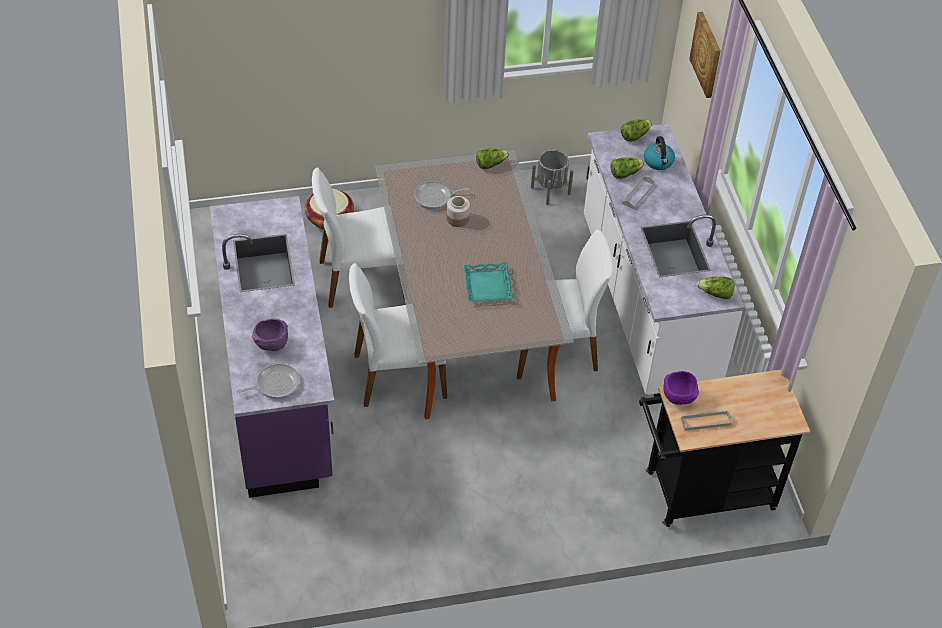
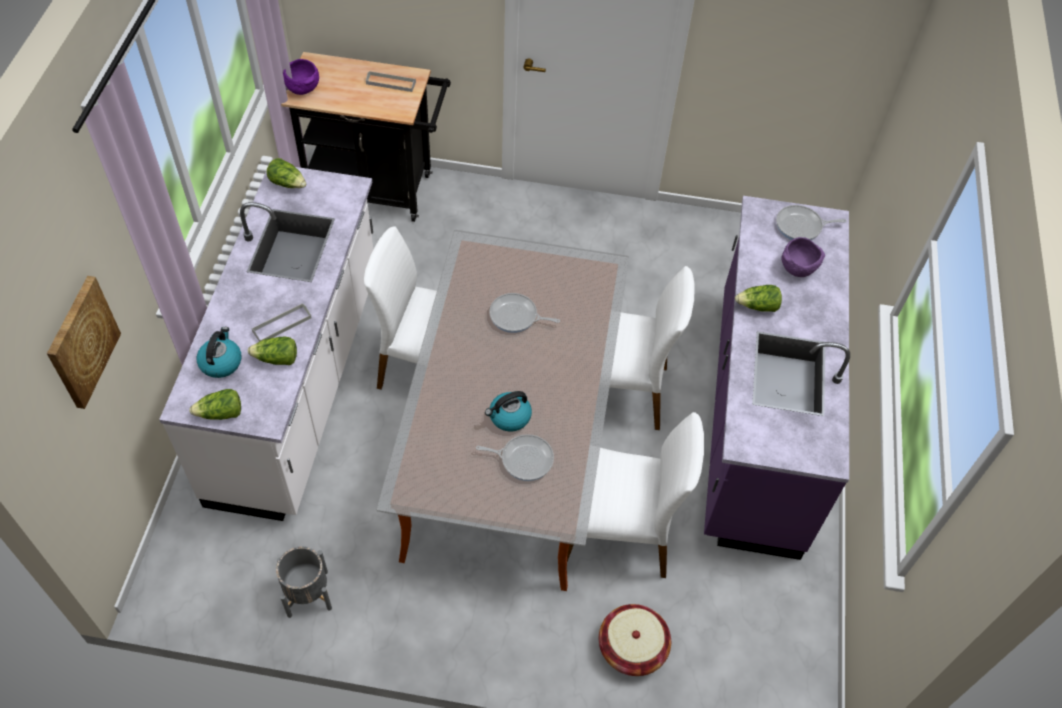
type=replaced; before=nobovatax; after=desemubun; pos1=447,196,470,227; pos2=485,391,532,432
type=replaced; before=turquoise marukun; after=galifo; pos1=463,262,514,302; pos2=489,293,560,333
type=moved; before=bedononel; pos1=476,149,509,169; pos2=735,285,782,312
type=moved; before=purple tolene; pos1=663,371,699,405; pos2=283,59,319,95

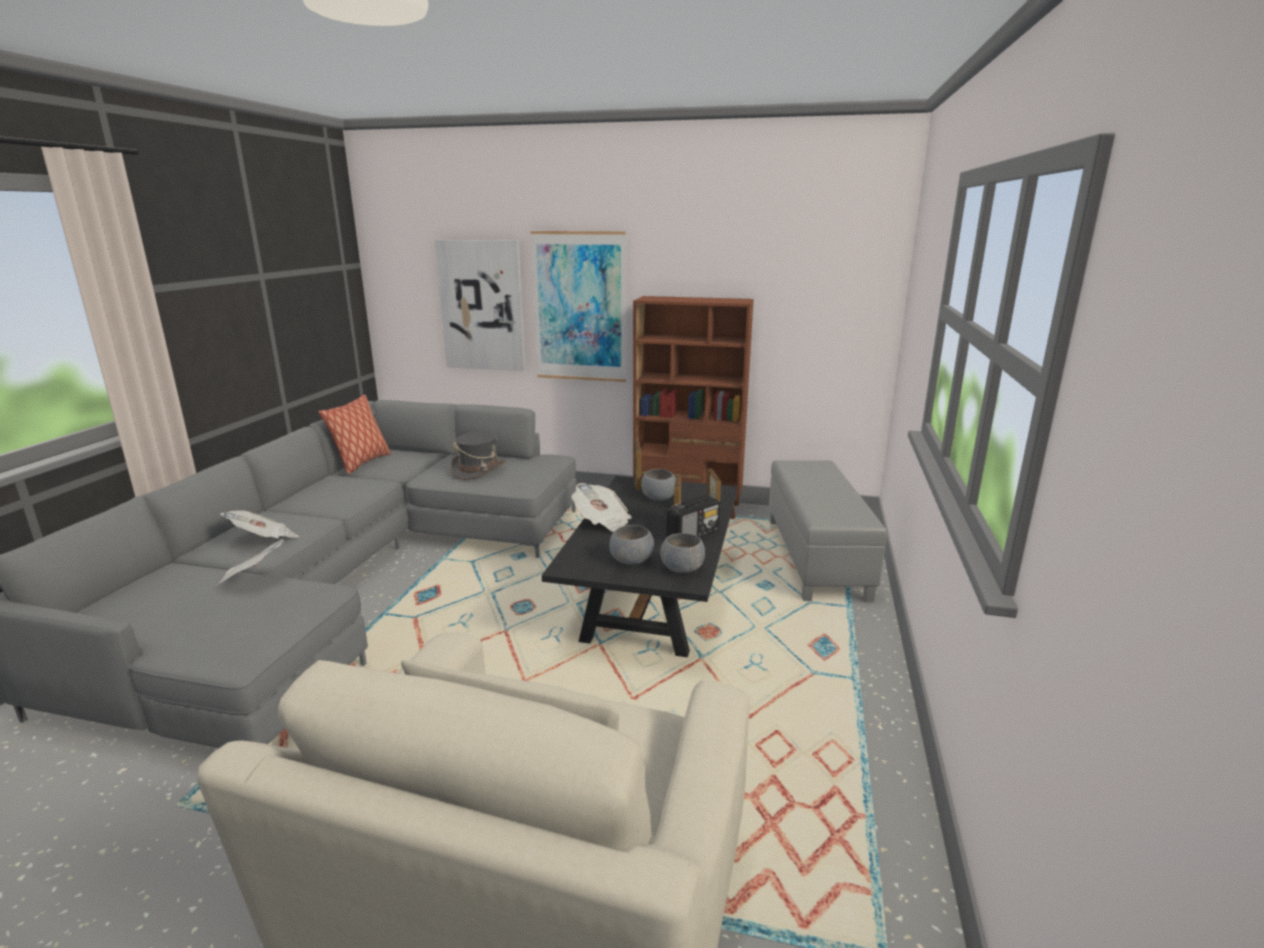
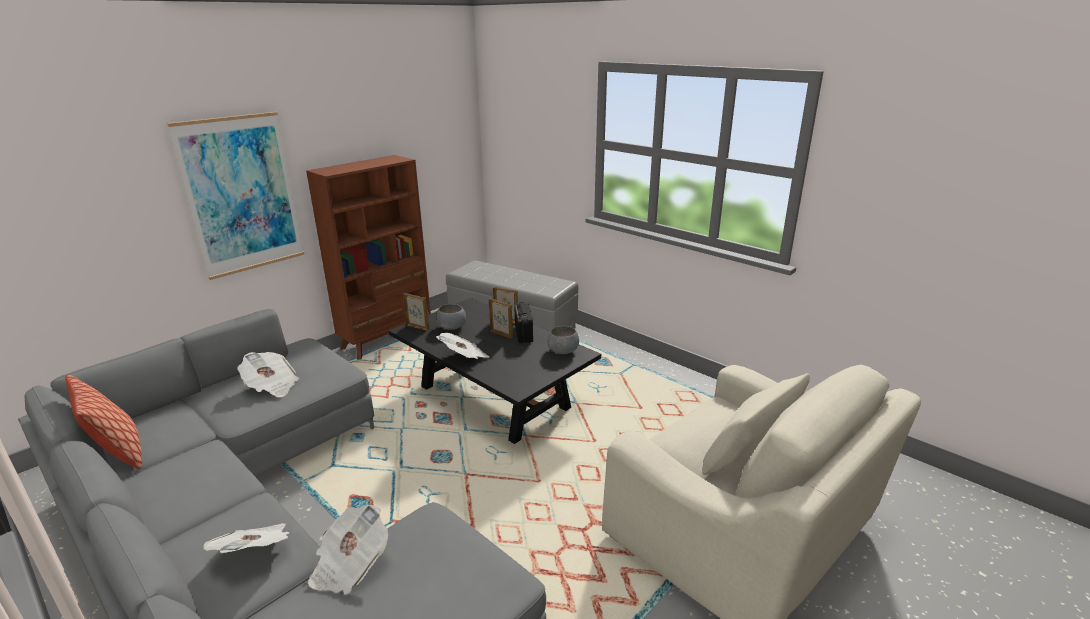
type=removed; before=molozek; pos1=435,240,526,371
type=replaced; before=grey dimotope; after=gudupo; pos1=451,431,505,480; pos2=237,352,299,397
type=removed; before=grey tolene; pos1=609,525,654,565

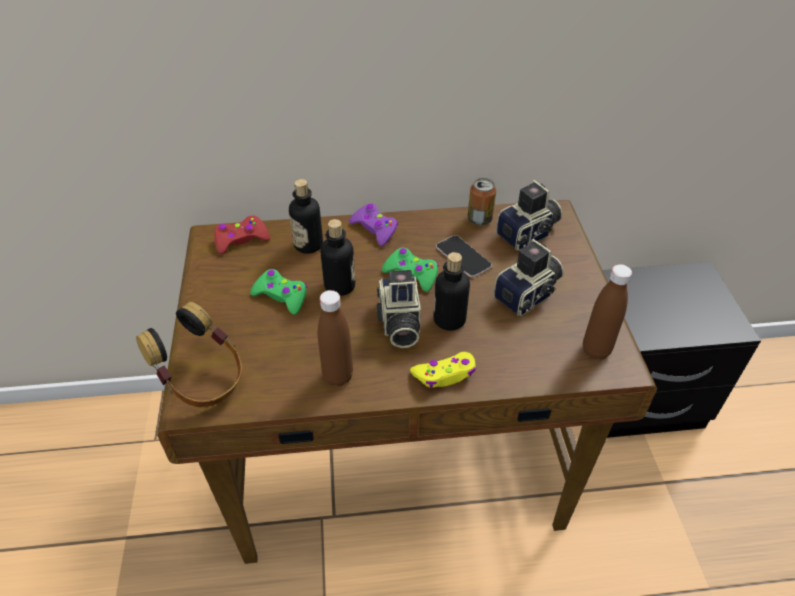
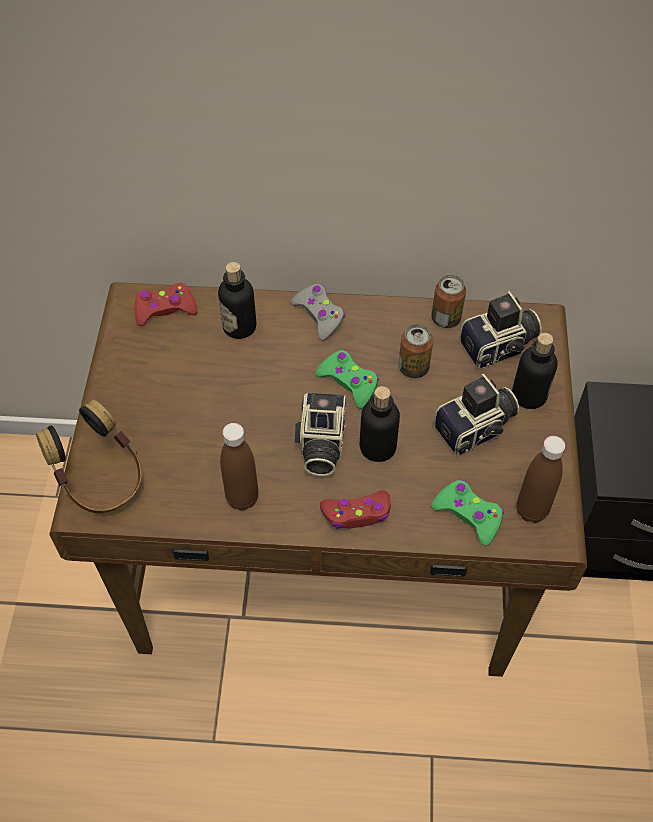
type=moved; before=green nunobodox; pos1=250,269,307,315; pos2=432,480,504,546
type=moved; before=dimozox; pos1=320,219,355,296; pos2=512,333,558,409
type=recoloured; before=purple nunobodox; after=grey nunobodox; pos1=349,204,398,246; pos2=291,284,345,341
type=recoloured; before=yellow nunobodox; after=red nunobodox; pos1=410,352,476,388; pos2=320,490,391,529
type=replaced; before=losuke; after=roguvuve; pos1=436,235,492,277; pos2=399,324,433,378

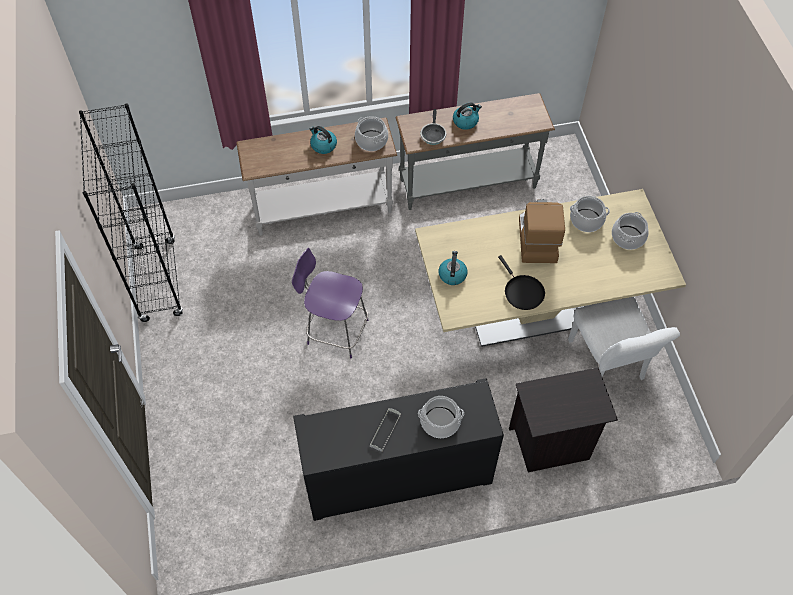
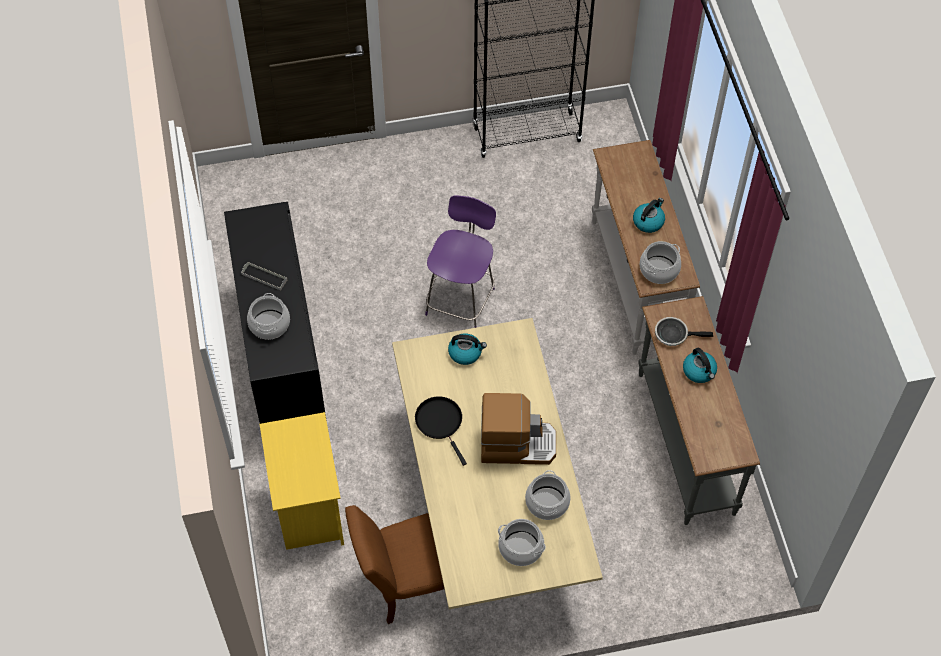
type=turned; before=black galifo; pos1=498,255,545,310; pos2=415,396,467,466; turn=90
type=recoloured; before=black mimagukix; after=yellow mimagukix; pos1=509,367,618,472; pos2=260,412,344,550
type=recoloured; before=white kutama; after=brown kutama; pos1=568,297,680,380; pos2=345,505,444,624

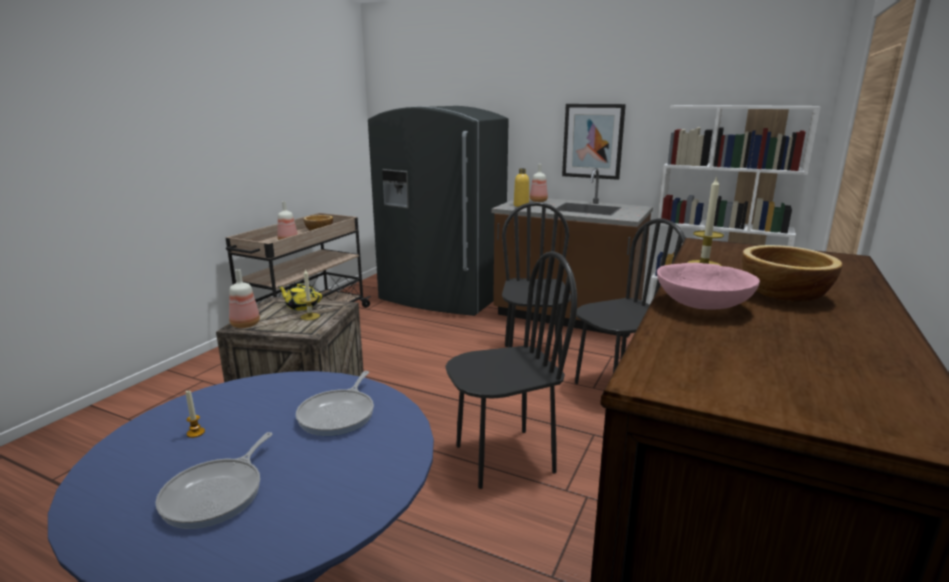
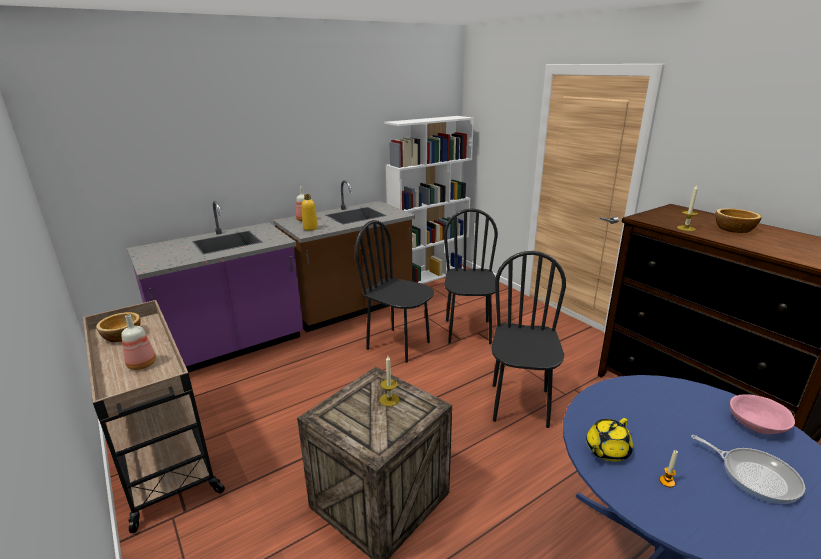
type=removed; before=dimozox; pos1=229,269,260,328
type=moved; before=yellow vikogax; pos1=277,283,322,311; pos2=586,418,633,462
type=removed; before=galifo; pos1=296,371,374,436
type=replaced; before=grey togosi; after=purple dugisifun; pos1=368,106,509,316; pos2=127,201,303,373
type=removed; before=molozek; pos1=562,104,626,180
type=moved; before=pink tolene; pos1=657,263,760,309; pos2=730,394,795,434

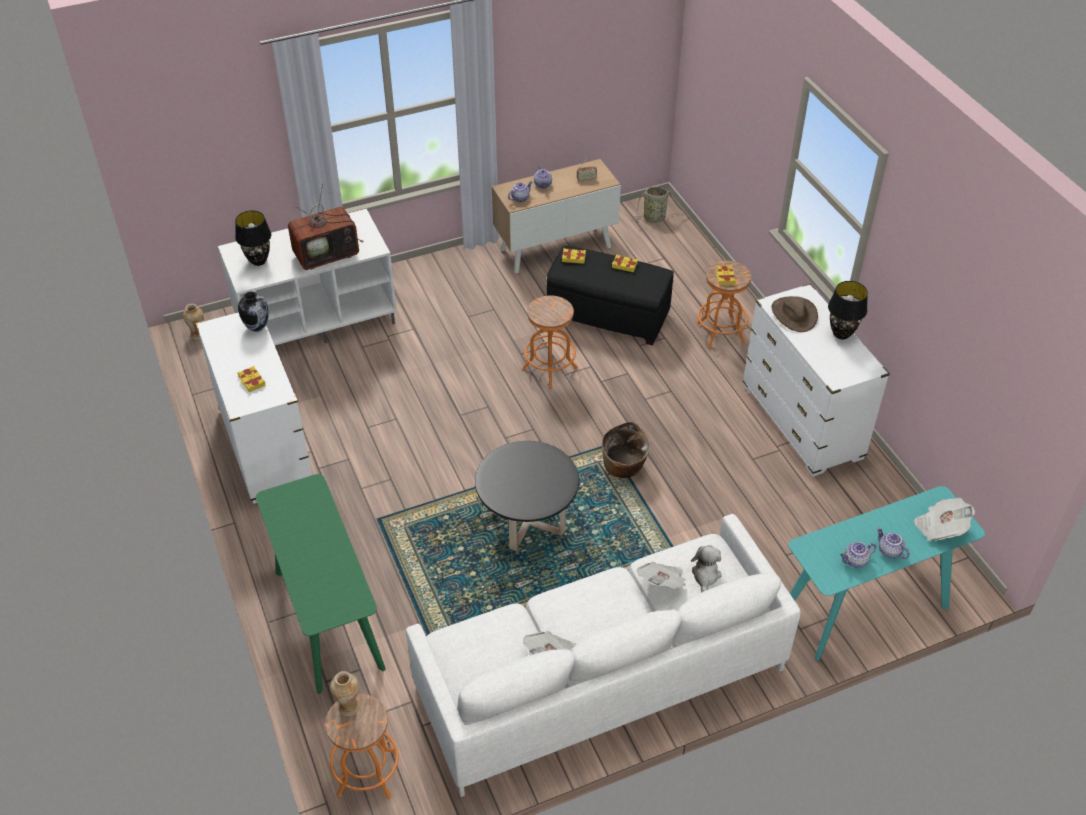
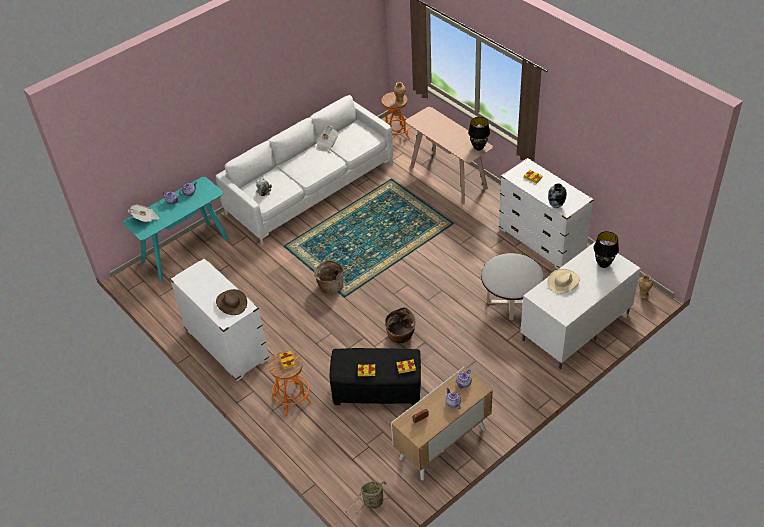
type=recoloured; before=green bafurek; after=beige bafurek; pos1=256,474,386,694; pos2=405,107,493,205
type=replaced; before=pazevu; after=beige dimotope; pos1=288,184,364,270; pos2=547,269,580,294
type=moved; before=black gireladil; pos1=475,441,579,551; pos2=481,253,544,320
type=replaced; before=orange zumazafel; after=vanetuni; pos1=522,295,578,388; pos2=385,307,416,343
type=removed; before=gudupo; pos1=637,562,686,589
type=moved; before=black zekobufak; pos1=828,281,868,339; pos2=468,117,490,151

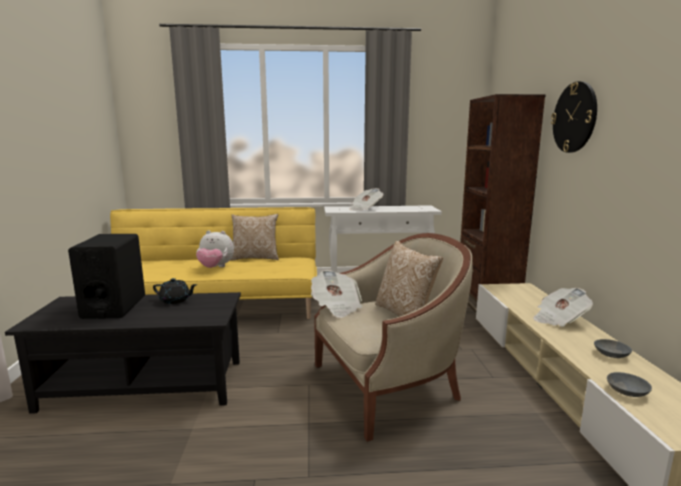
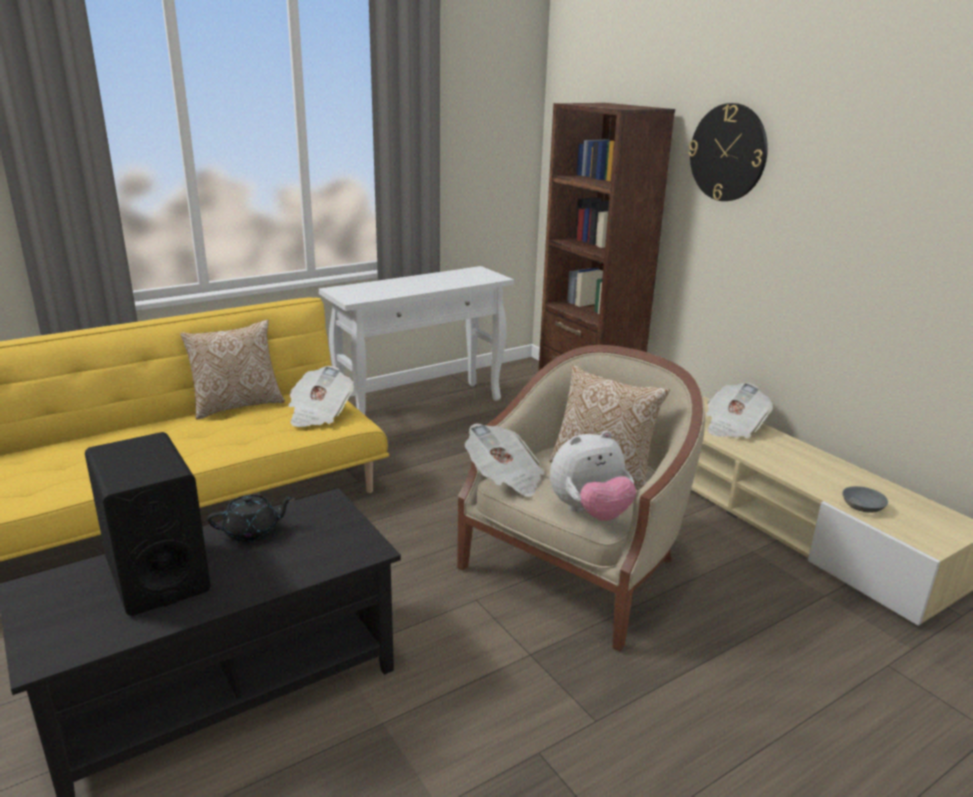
type=moved; before=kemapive; pos1=196,230,234,268; pos2=550,431,636,521
type=moved; before=gudupo; pos1=349,188,383,211; pos2=288,366,354,427
type=removed; before=grey tolene; pos1=594,339,632,358

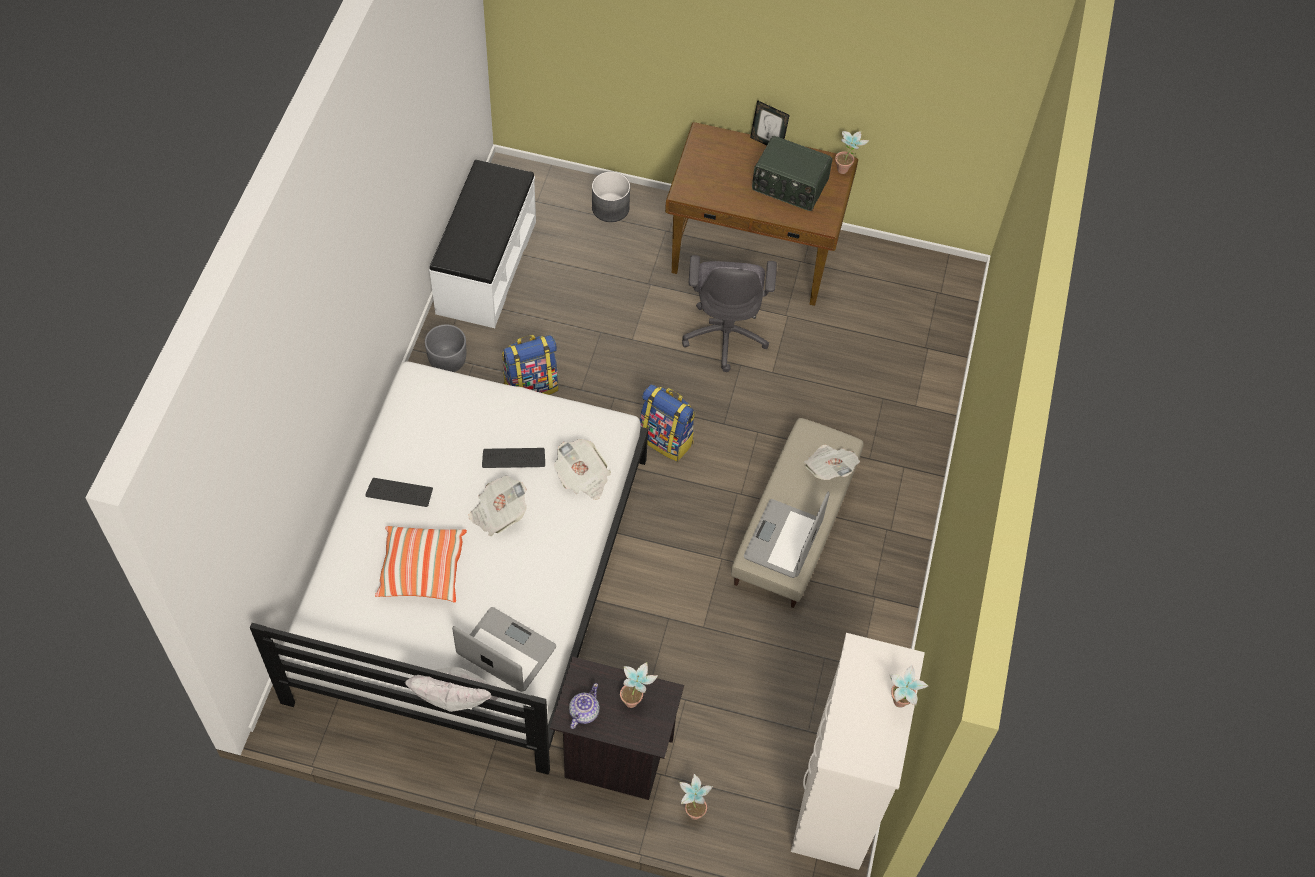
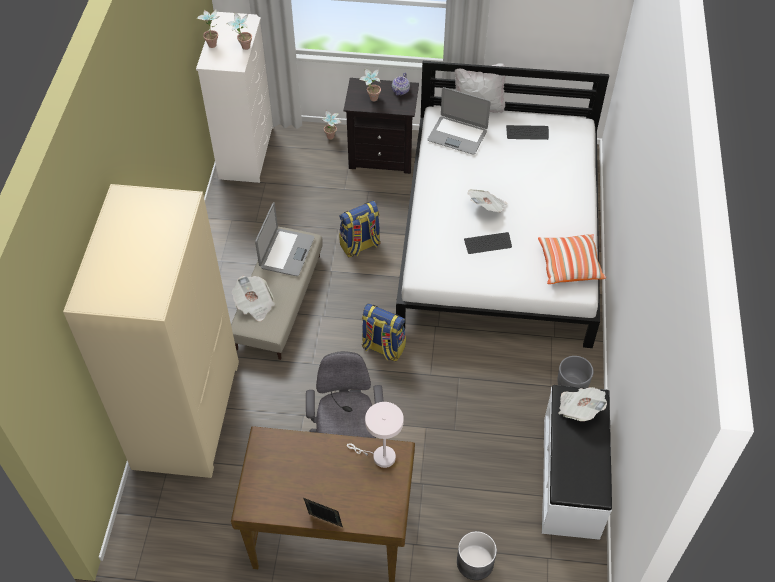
type=moved; before=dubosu; pos1=365,478,433,507; pos2=506,125,549,140
type=moved; before=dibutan; pos1=375,526,467,603; pos2=538,234,606,284
type=moved; before=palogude; pos1=502,335,559,395; pos2=339,201,381,257
type=moved; before=gudupo; pos1=554,439,611,500; pos2=558,387,607,421
type=removed; before=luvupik; pos1=752,136,832,211
type=moved; before=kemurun; pos1=835,131,869,174; pos2=226,12,252,50
type=added; after=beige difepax; pos2=63,184,239,478
type=added; after=white zekobufak; pos2=347,402,404,468

